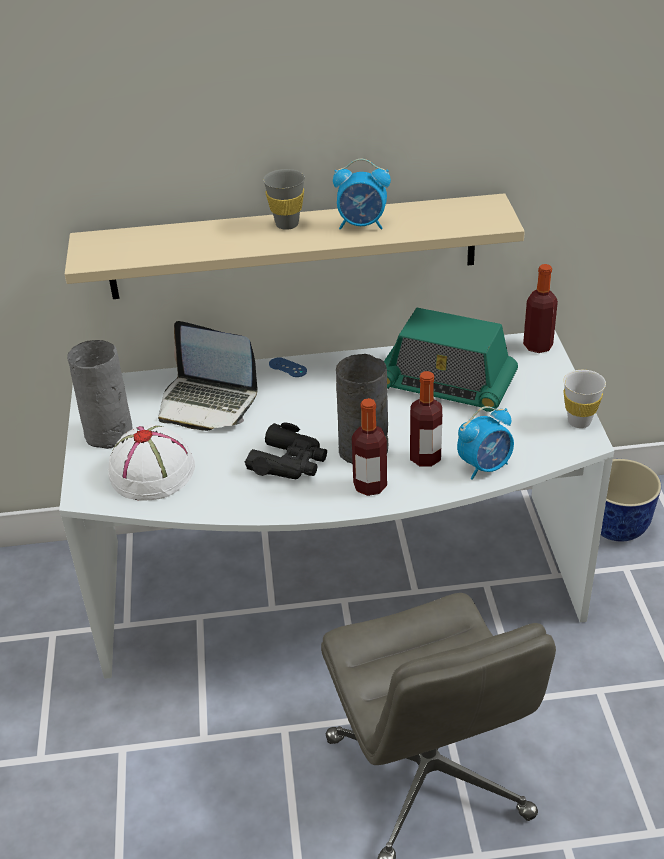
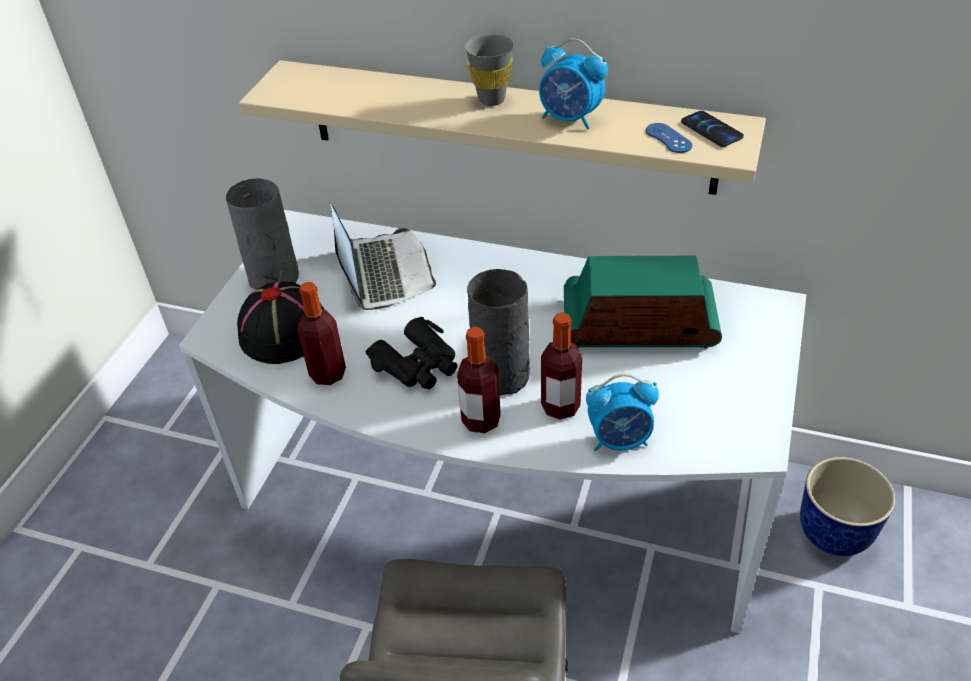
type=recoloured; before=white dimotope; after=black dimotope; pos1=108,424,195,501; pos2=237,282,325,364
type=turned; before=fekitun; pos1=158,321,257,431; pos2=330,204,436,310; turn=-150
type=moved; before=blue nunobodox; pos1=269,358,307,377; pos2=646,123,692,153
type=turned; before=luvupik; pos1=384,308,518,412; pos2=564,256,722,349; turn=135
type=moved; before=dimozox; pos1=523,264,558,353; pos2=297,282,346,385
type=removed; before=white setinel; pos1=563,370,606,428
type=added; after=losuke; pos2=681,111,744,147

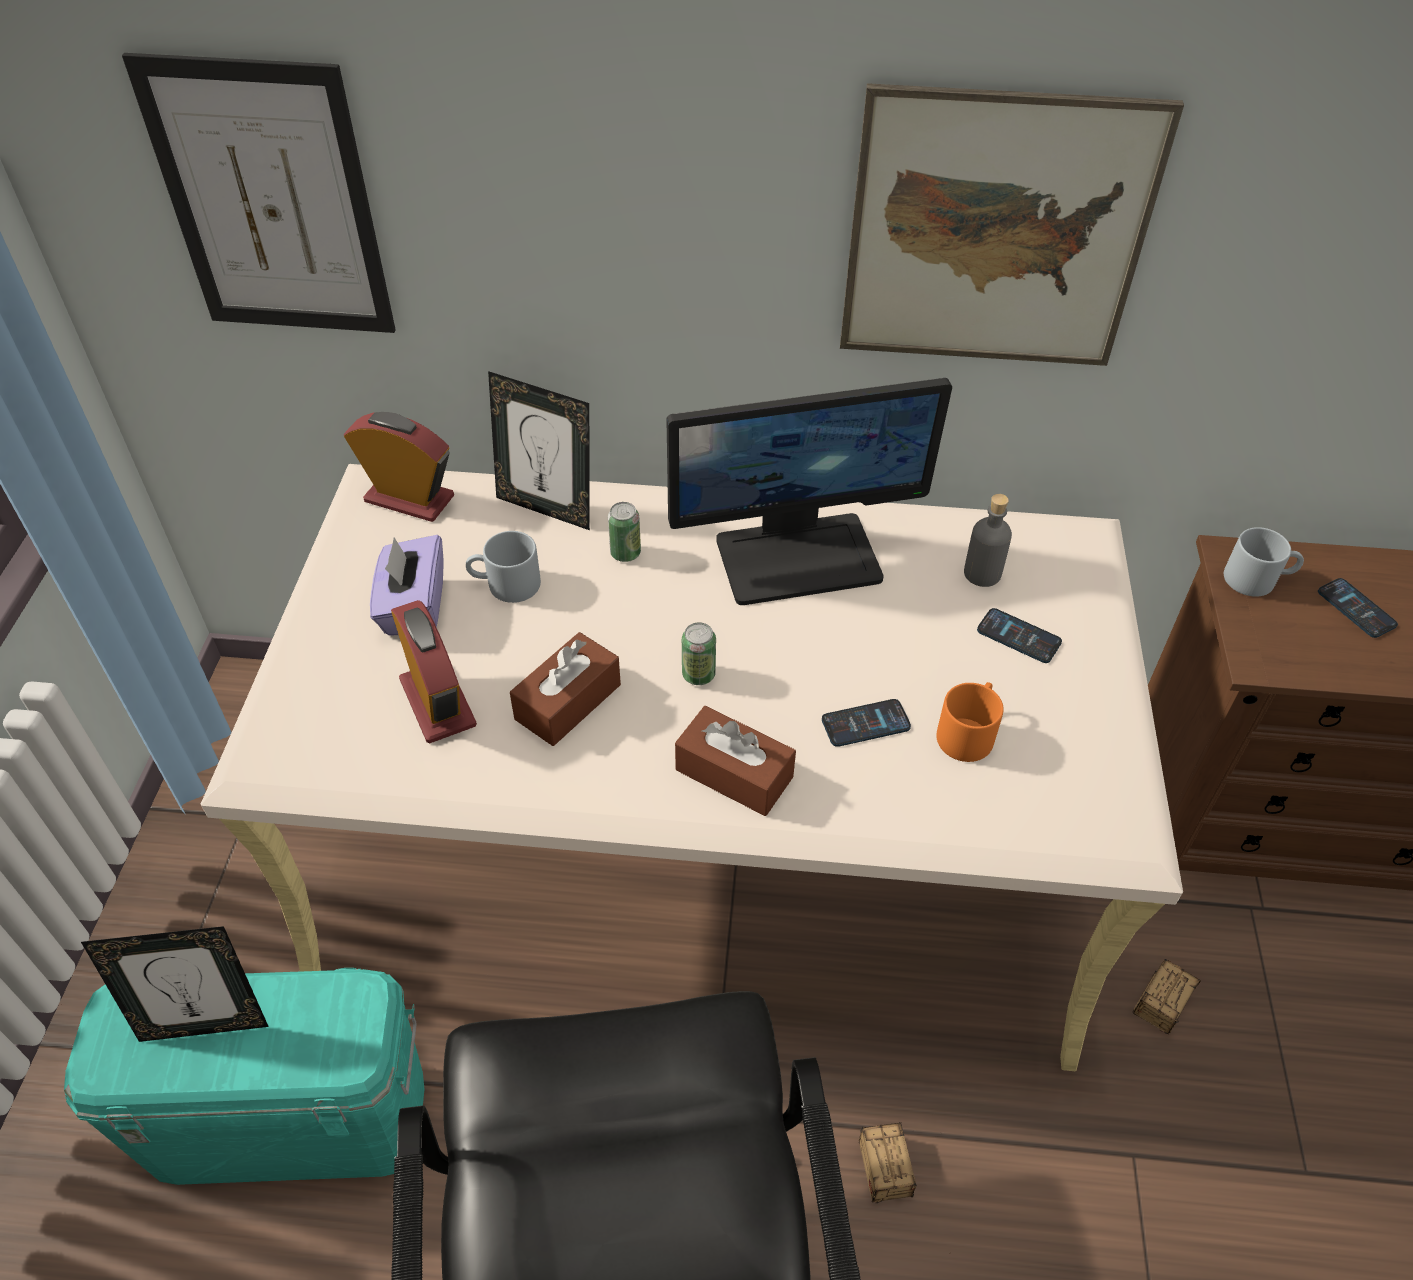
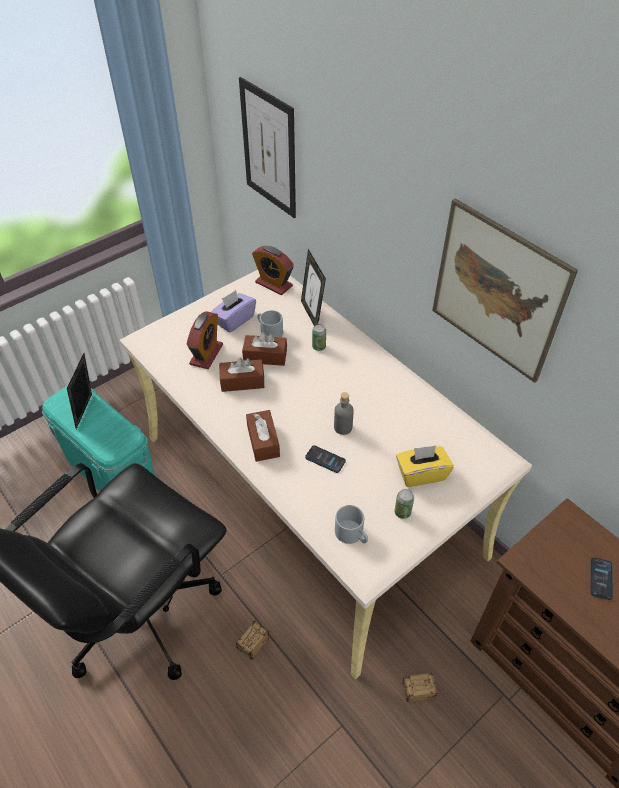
type=turned; before=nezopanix; pos1=81,926,269,1042; pos2=67,353,92,429; turn=60
type=turned; before=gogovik; pos1=344,412,454,522; pos2=252,246,294,295; turn=150
type=removed; before=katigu; pos1=666,378,952,605
type=moved; before=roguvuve; pos1=682,622,716,685; pos2=394,489,414,519
type=removed; before=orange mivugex; pos1=936,682,1004,762
type=moved; before=grey dimozox; pos1=964,494,1012,587; pos2=334,392,354,435
type=replaced; before=losuke; after=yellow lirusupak; pos1=977,608,1062,663; pos2=396,445,454,487
type=moved; before=grey mivugex; pos1=1224,527,1304,597; pos2=335,505,368,544
type=added; after=brown lirusupak; pos2=242,332,287,366

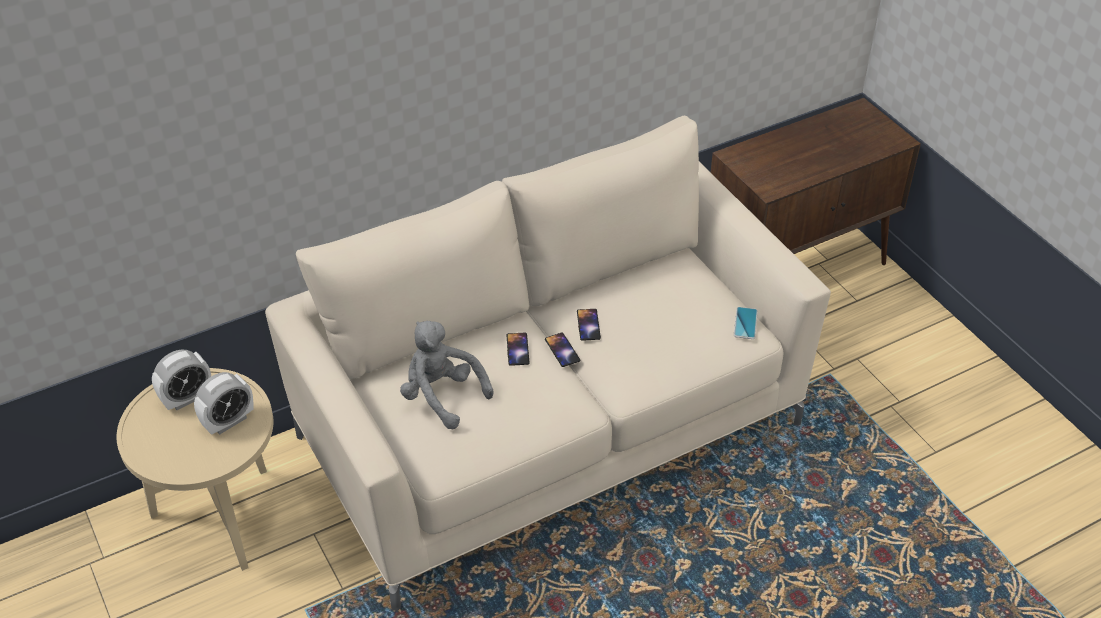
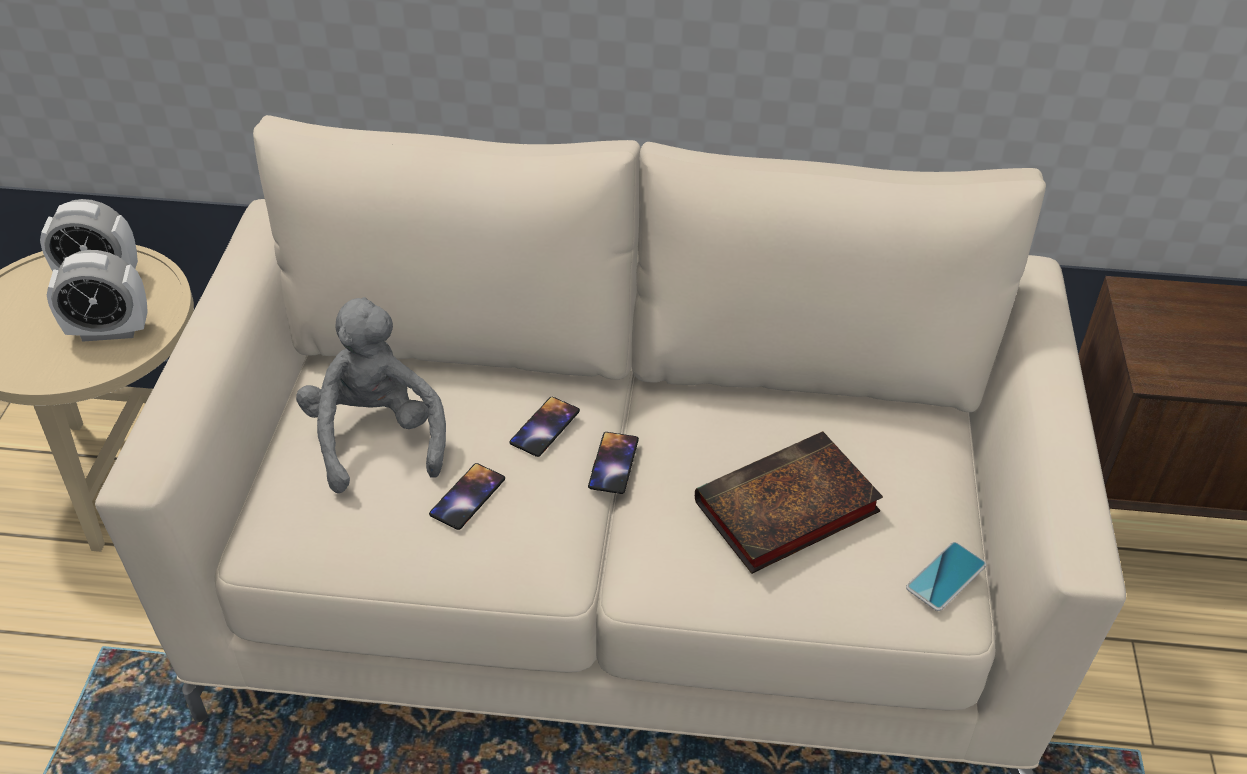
type=moved; before=losuke; pos1=577,309,601,341; pos2=429,463,505,530
type=added; after=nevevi; pos2=695,431,883,574

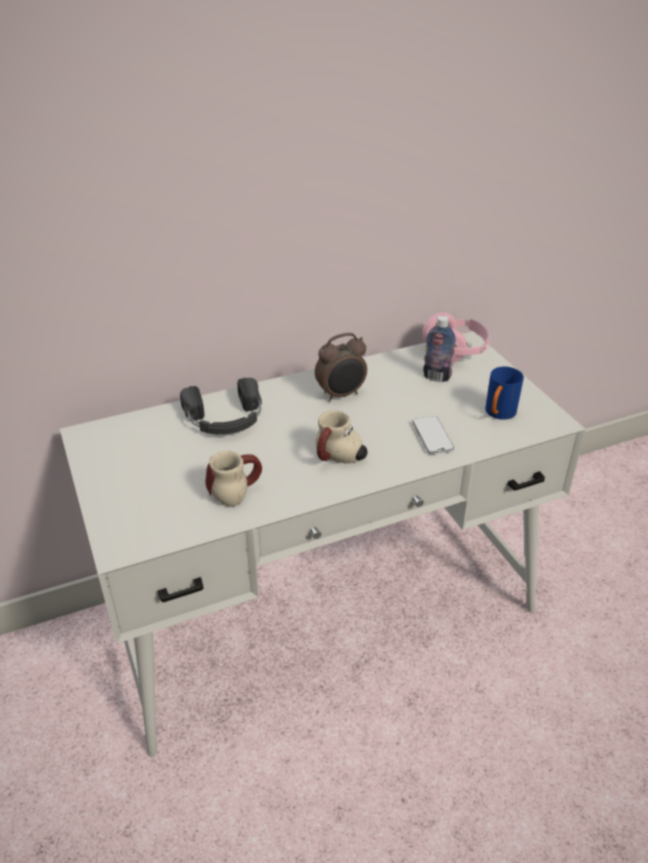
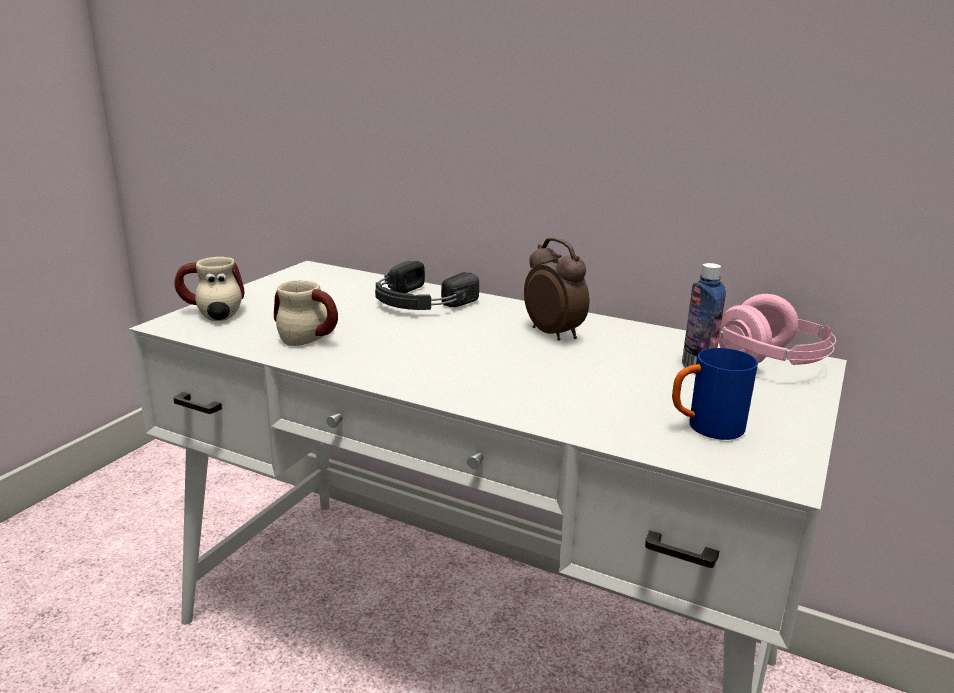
type=turned; before=gogovik; pos1=315,333,367,402; pos2=524,238,589,341; turn=-150
type=moved; before=mivugex; pos1=315,410,368,463; pos2=174,257,244,321
type=removed; before=losuke; pos1=412,416,454,454

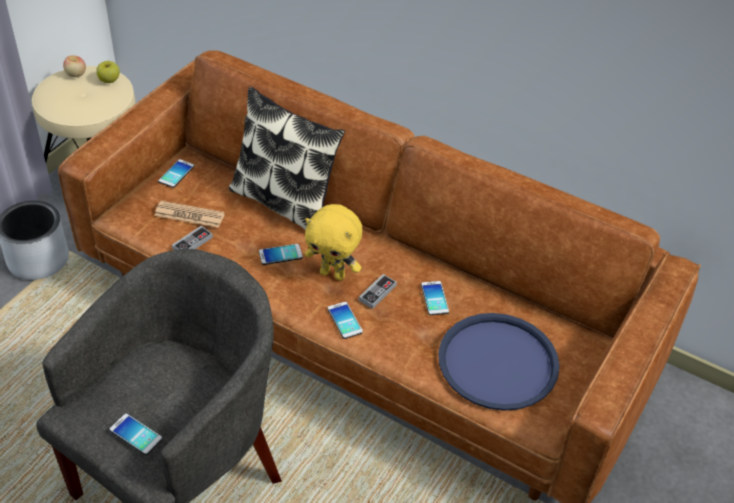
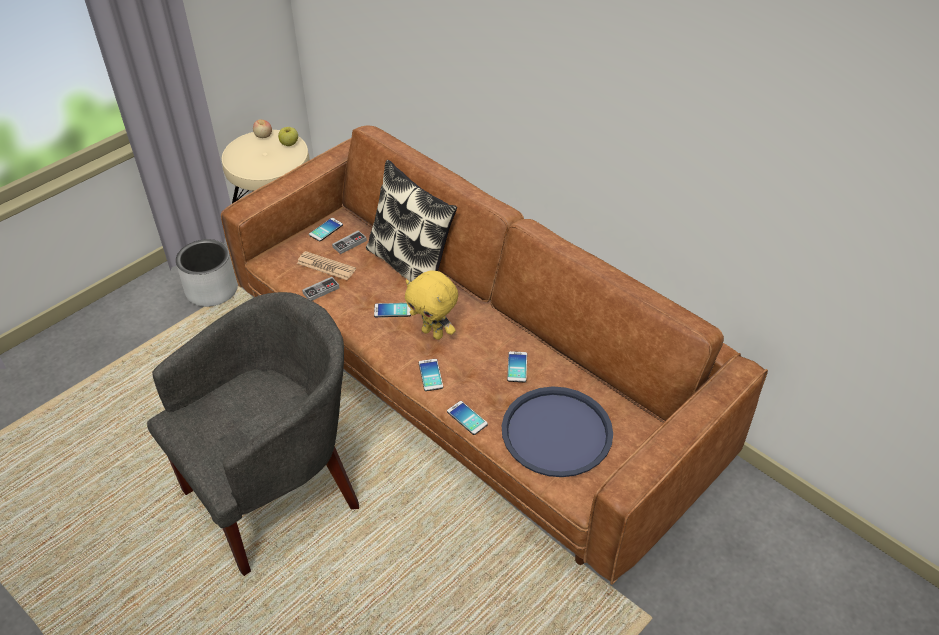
type=moved; before=losuke; pos1=109,414,162,455; pos2=447,401,488,435
type=moved; before=nunobodox; pos1=359,274,397,309; pos2=332,230,367,254

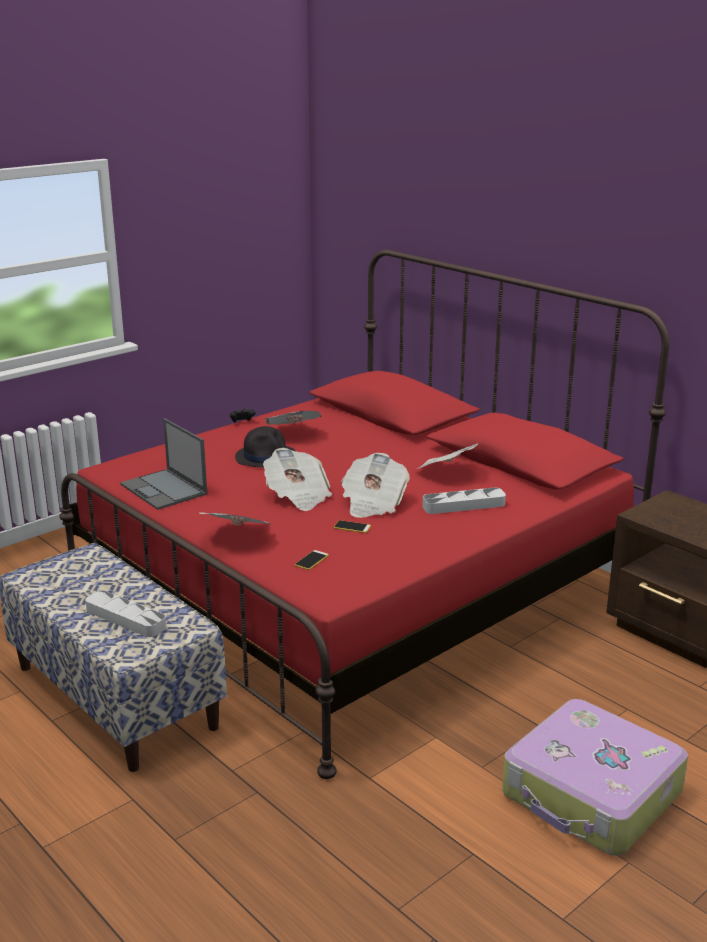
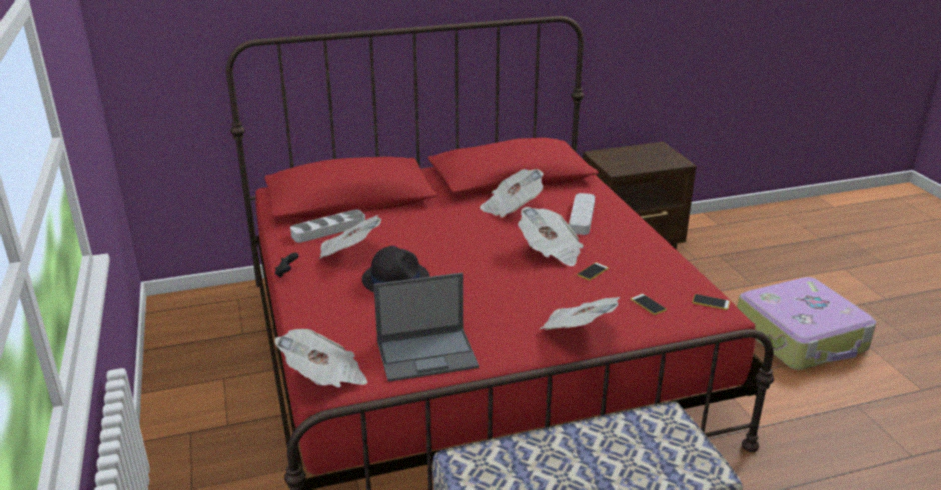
type=moved; before=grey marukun; pos1=85,590,166,637; pos2=290,210,365,243
type=moved; before=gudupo; pos1=263,448,332,511; pos2=275,329,368,387
type=added; after=losuke; pos2=692,294,730,310

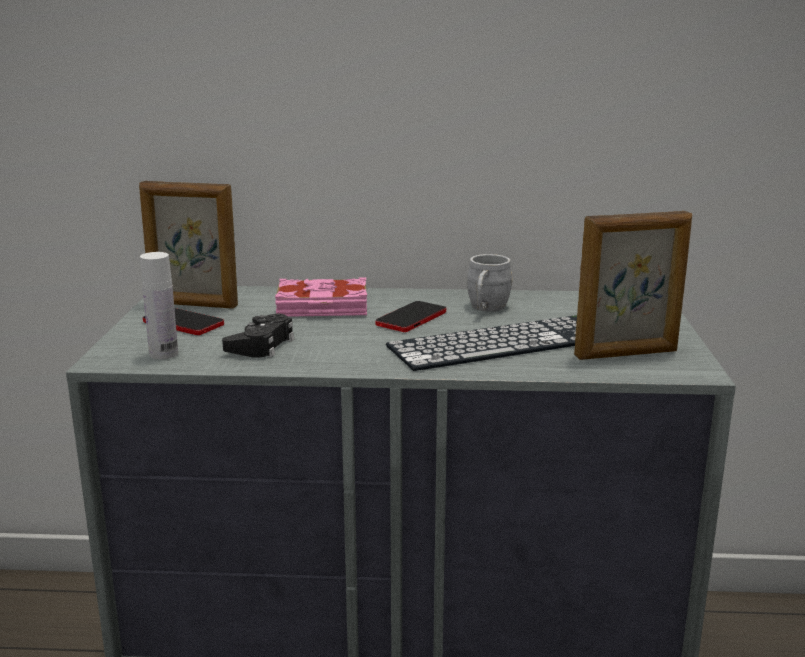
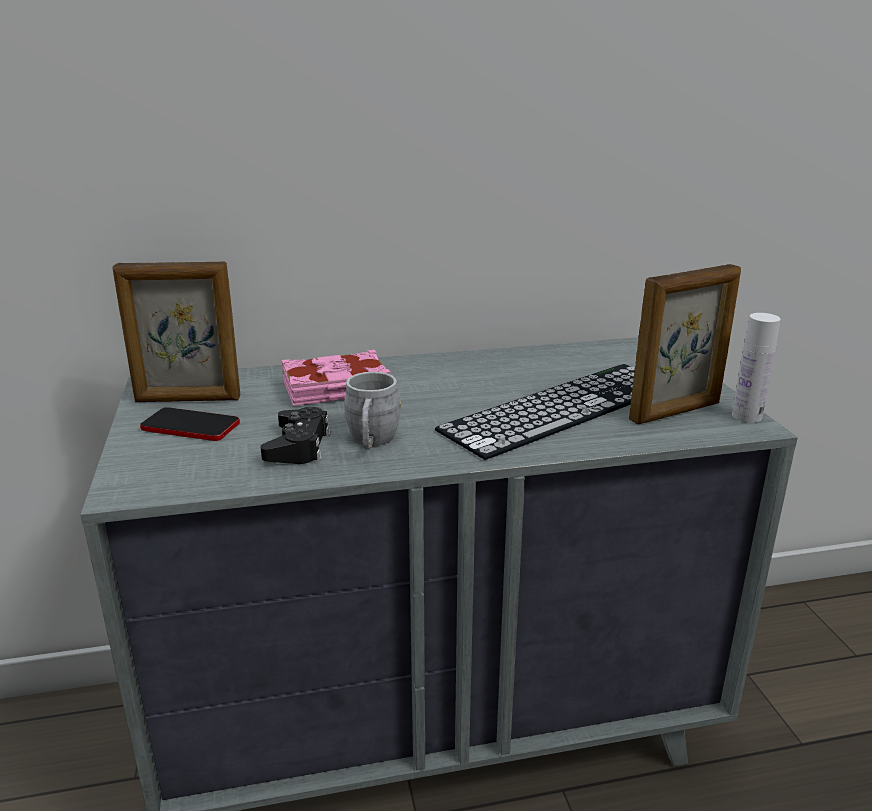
type=moved; before=white dimozox; pos1=140,252,178,359; pos2=732,313,781,423
type=removed; before=losuke; pos1=375,301,446,332
type=moved; before=grey mivugex; pos1=467,254,512,312; pos2=344,372,401,450

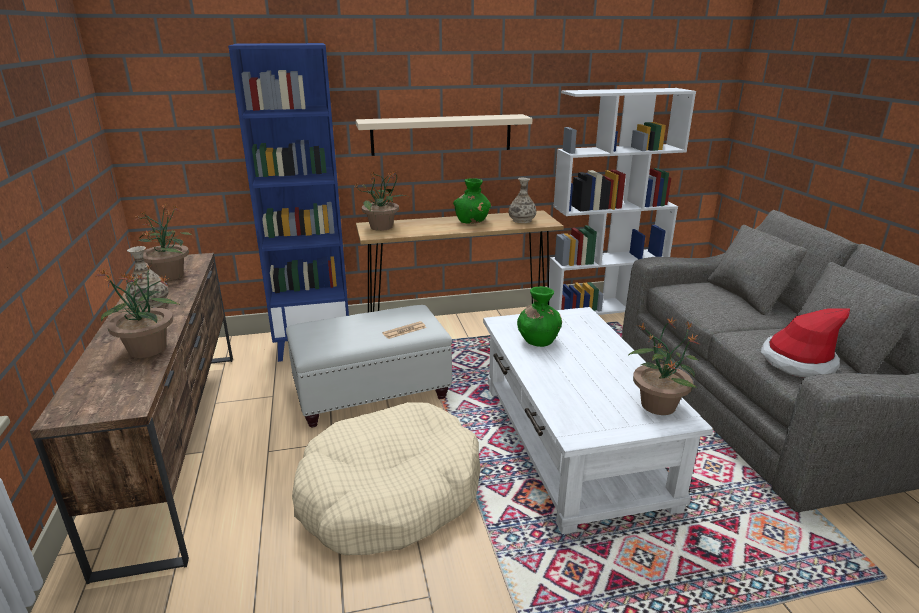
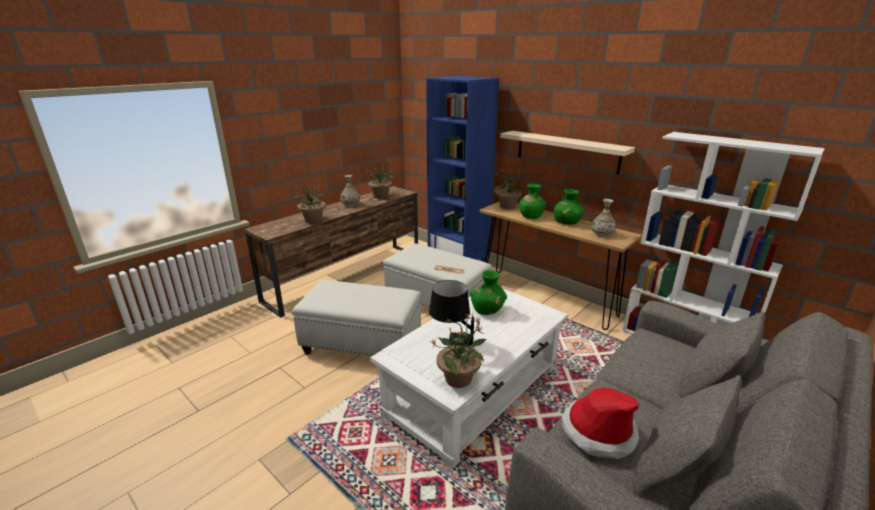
type=replaced; before=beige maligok; after=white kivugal; pos1=292,402,481,555; pos2=292,280,421,356
type=added; after=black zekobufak; pos2=429,280,474,347
type=added; after=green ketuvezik; pos2=519,184,546,219

